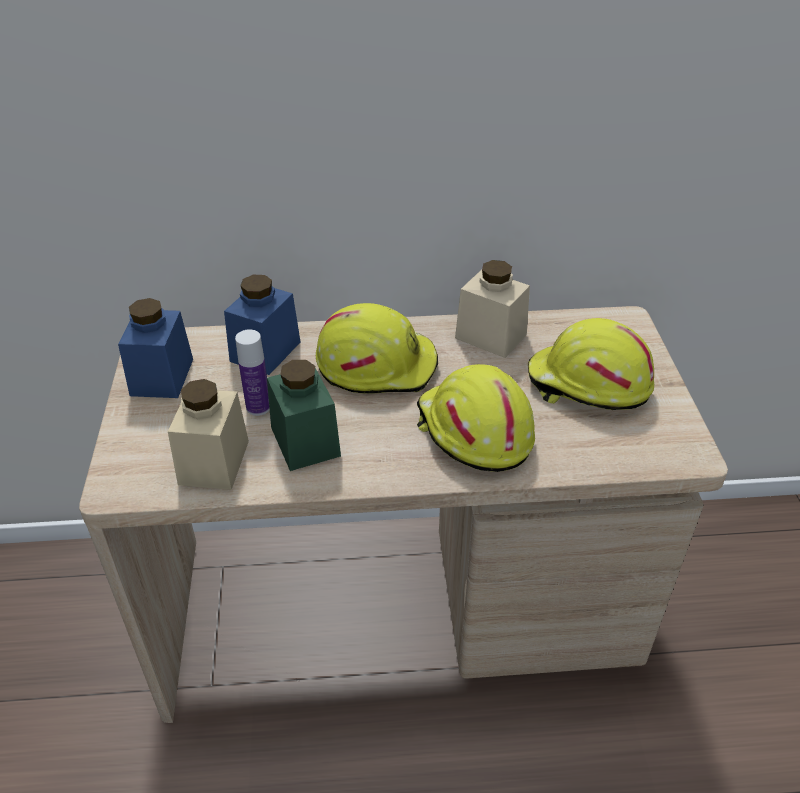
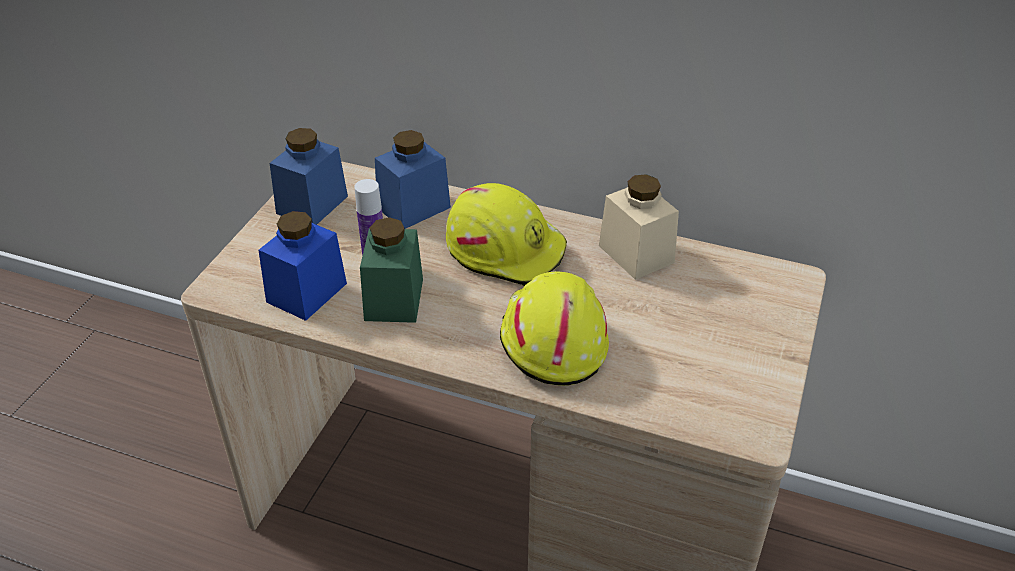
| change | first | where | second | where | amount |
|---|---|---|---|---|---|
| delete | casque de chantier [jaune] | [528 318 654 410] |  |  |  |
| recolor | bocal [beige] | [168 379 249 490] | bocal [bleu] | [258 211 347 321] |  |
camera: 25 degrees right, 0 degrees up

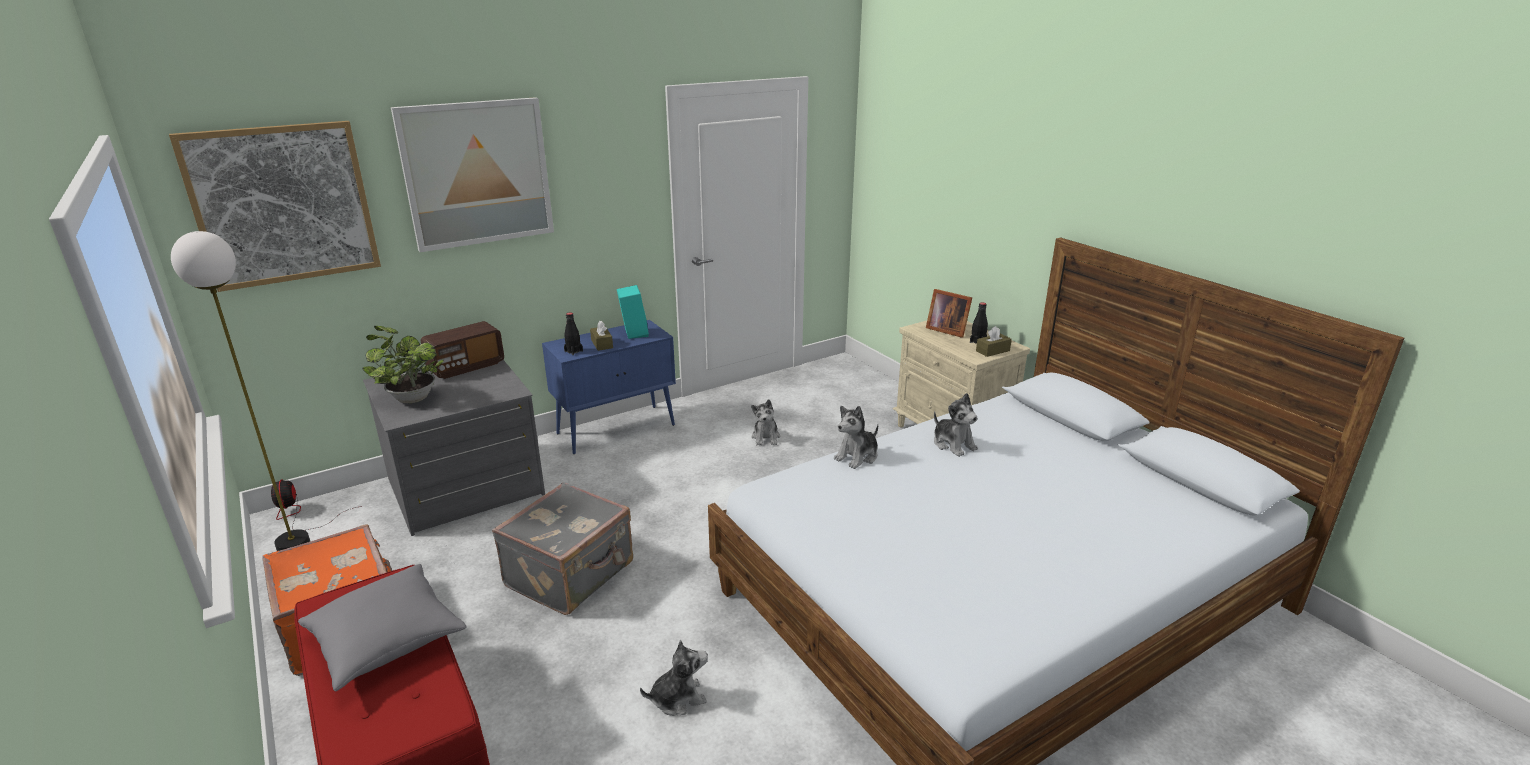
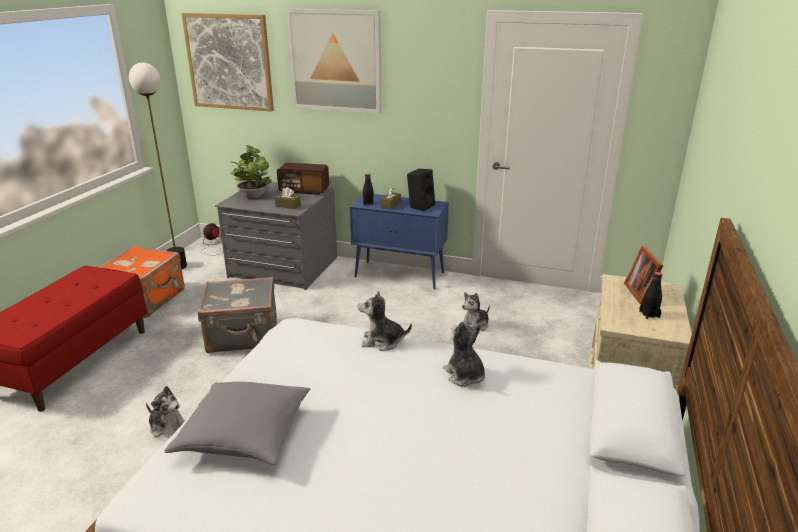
| change | first | where | second | where | amount |
|---|---|---|---|---|---|
| move | coussin [gris] | [298 564 467 692] |  | [164 382 310 465] |  |
| move | boîte à mouchoirs [marron] | [976 326 1012 357] |  | [275 187 301 209] |  |
| recolor | enceinte [turquoise] | [617 285 649 339] | enceinte [noir] | [407 169 435 211] |  |
| rotate | peluche | [934 393 978 457] |  | [443 322 485 387] | 135 degrees clockwise |
camera: 50 degrees right, 0 degrees up

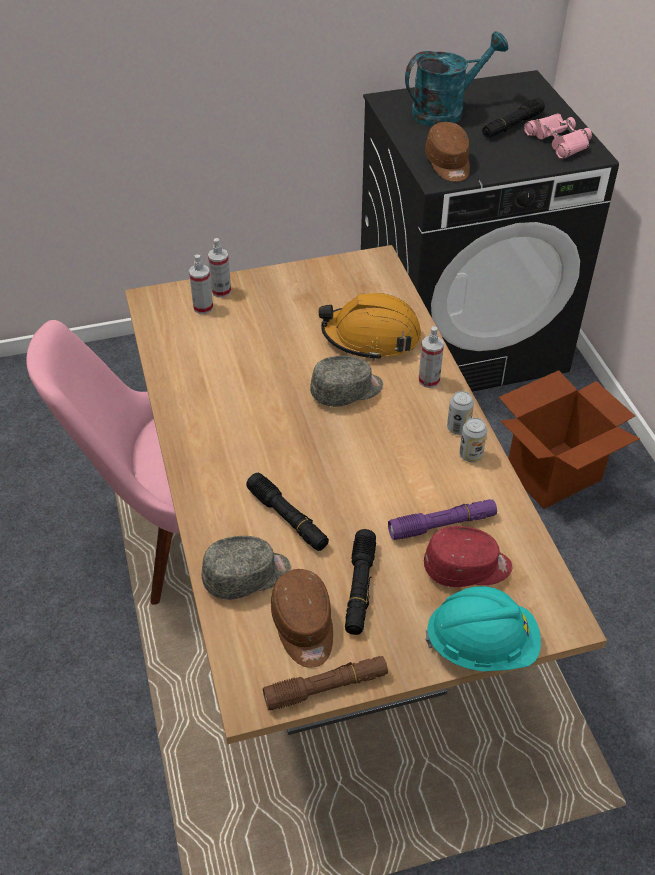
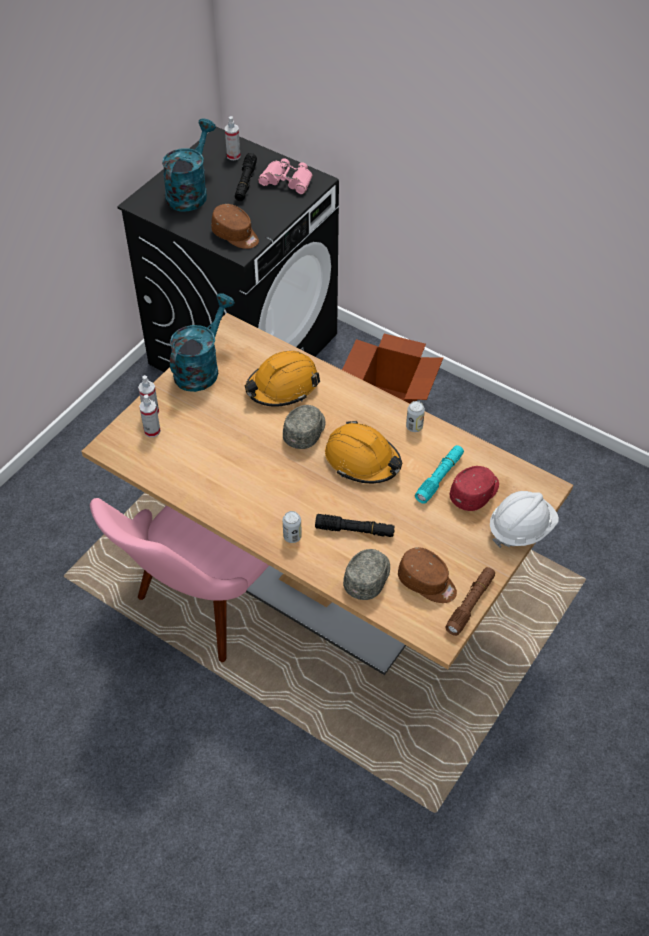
| change | first | where | second | where | amount |
|---|---|---|---|---|---|
| delete | lampe de poche [noir] | [345 529 376 635] |  |  |  |
| insert |  |  | arrosoir [turquoise] | [170 293 235 392] |  |
| insert |  |  | casque de chantier [orange] | [325 421 402 484] |  |
| move | vaporisateur | [419 326 444 388] |  | [225 116 241 160] |  |
| move | boîte métallique | [447 391 474 435] |  | [283 511 302 543] |  |
| recolor | lampe de poche [violet] | [388 499 497 540] | lampe de poche [turquoise] | [415 445 464 504] |  |
| recolor | casque de chantier [turquoise] | [425 586 541 671] | casque de chantier [blanc] | [490 491 559 548] |  |
camera: 40 degrees left, 5 degrees up

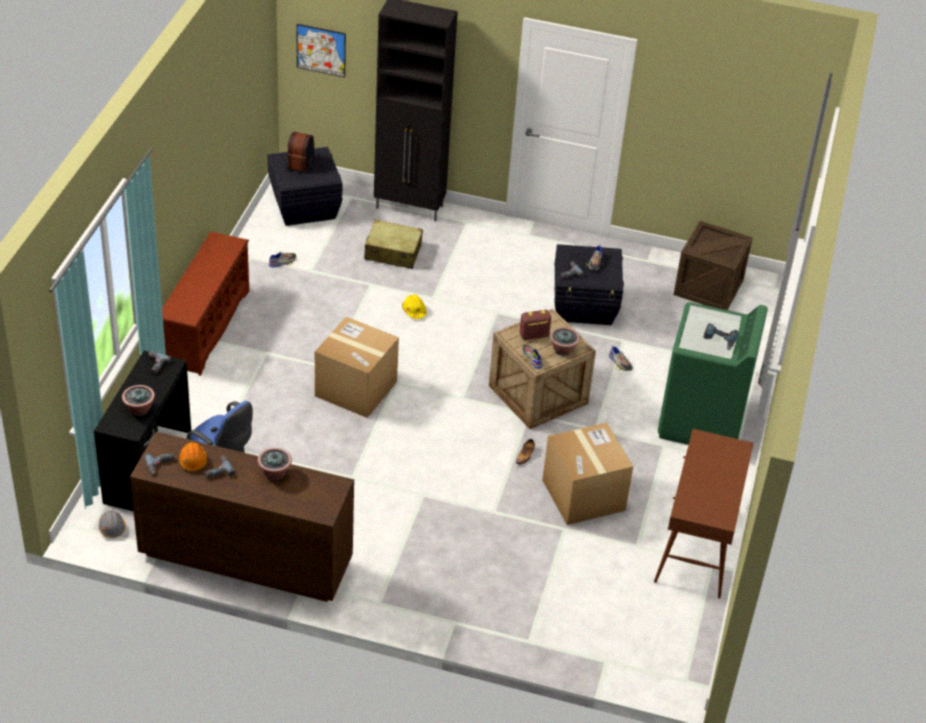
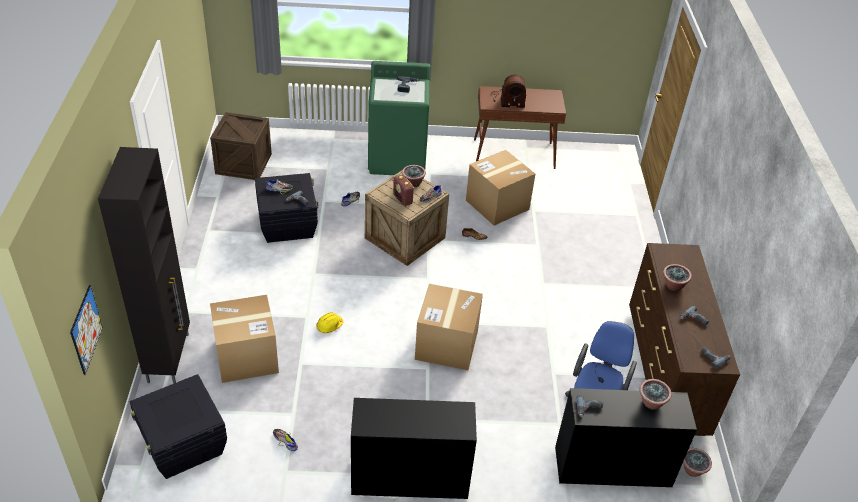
| change | first | where | second | where | amount |
|---|---|---|---|---|---|
| delete | casque de chantier [orange] | [179 442 207 471] |  |  |  |
| move | radio | [287 132 333 173] |  | [491 74 526 108] |  |
| replace | casque de chantier [gris] | [99 510 125 538] | plante en pot | [683 448 712 477] |  |
| replace | étagère à chaussures [marron] | [162 232 249 376] | bureau [noir] | [351 398 477 499] |  |
| replace | valise [beige] | [364 219 423 269] | carton | [210 295 279 383] |  |
camera: 105 degrees left, 0 degrees up

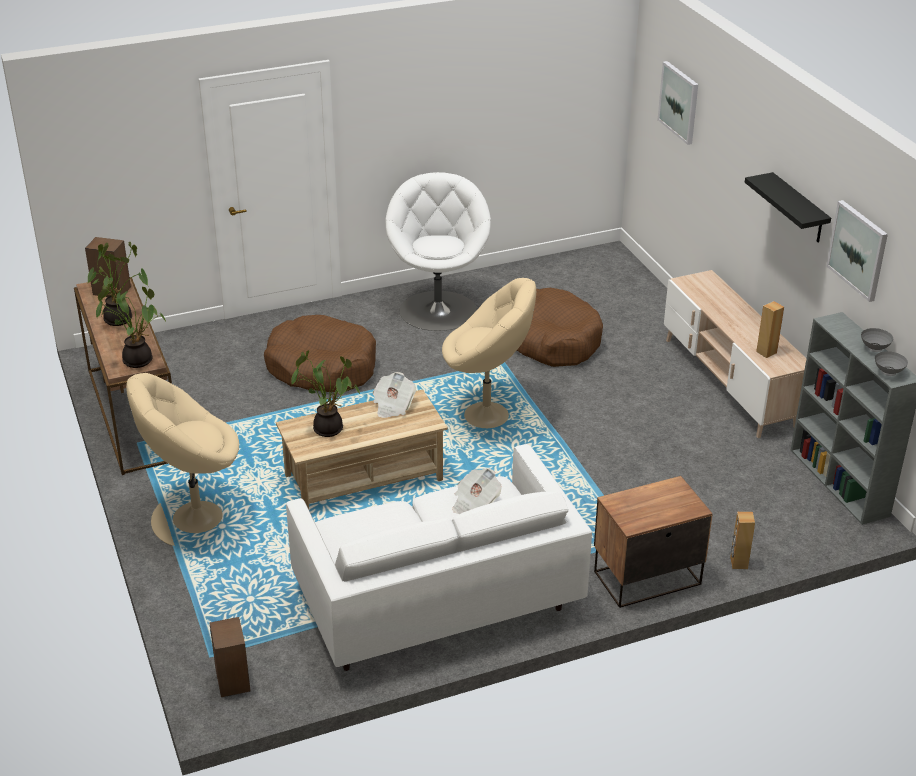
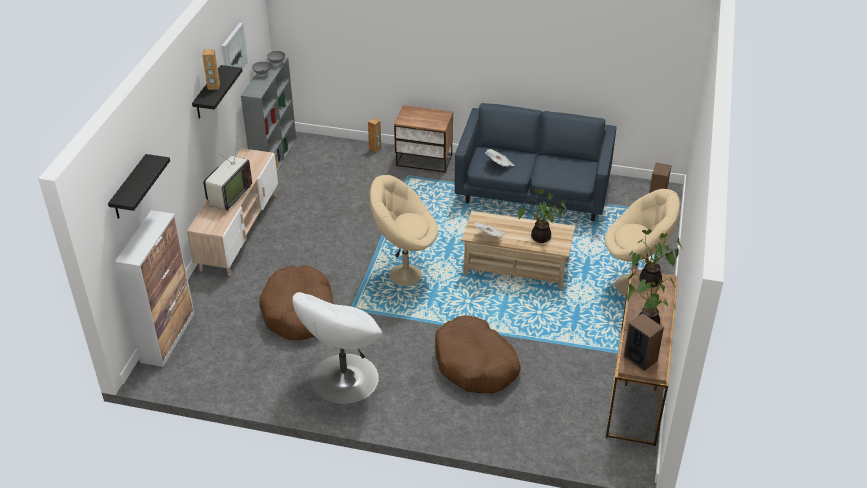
| change | first | where | second | where | amount |
|---|---|---|---|---|---|
| insert |  |  | meuble de rangement | [115 210 195 367] |  |
| insert |  |  | téléviseur | [203 139 252 211] |  |
| move | enceinte [marron] | [756 301 784 358] |  | [202 49 220 90] |  |
| replace | tableau | [658 61 698 145] | étagère [noir] | [108 154 170 219] |  |
| recolor | canapé [blanc] | [286 444 592 671] | canapé [bleu] | [454 103 616 221] |  |
| rotate | fauteuil [beige] | [442 278 536 428] |  | [370 175 438 286] | 45 degrees counterclockwise |
camera: 145 degrees left, 5 degrees up

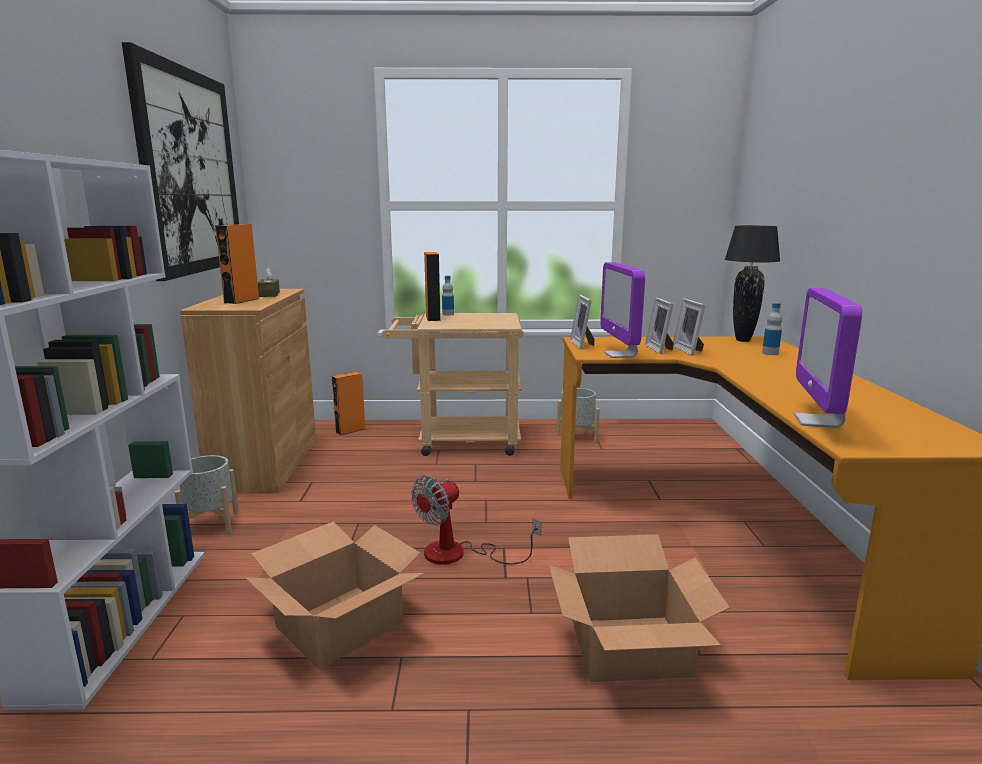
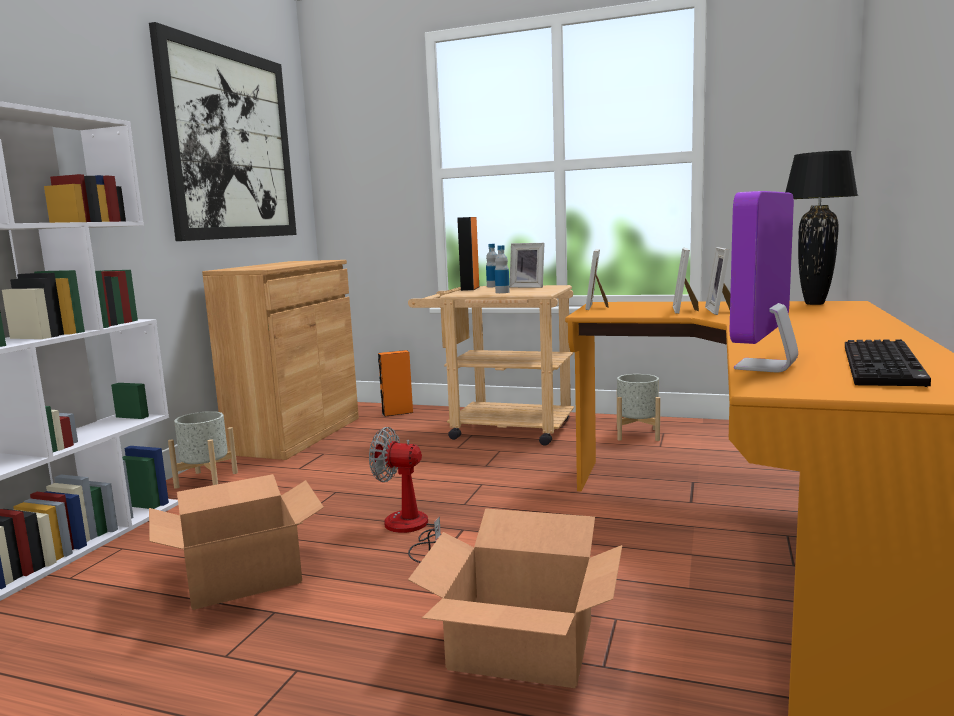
| change | first | where | second | where | amount |
|---|---|---|---|---|---|
| delete | enceinte [orange] | [215 224 259 304] |  |  |  |
| delete | boîte à mouchoirs [marron] | [258 267 280 297] |  |  |  |
| delete | écran d'ordinateur | [600 262 645 358] |  |  |  |
| insert |  |  | cadre photo | [509 243 545 288] |  |
| insert |  |  | clavier | [845 339 931 387] |  |
| move | bouteille | [762 303 782 355] |  | [495 245 510 293] |  |
| rotate | ventilateur | [411 476 541 565] |  | [369 427 441 563] | 45 degrees clockwise |
camera: 20 degrees right, 5 degrees down

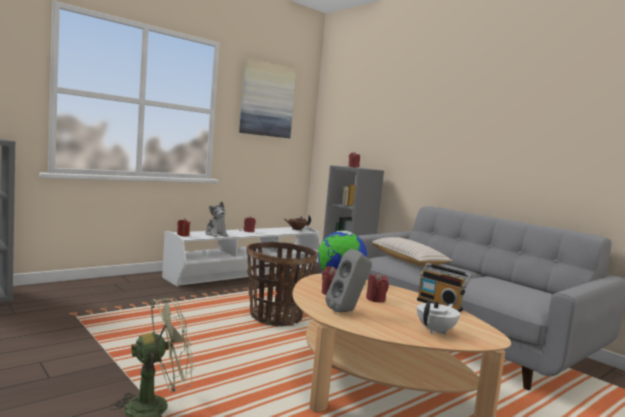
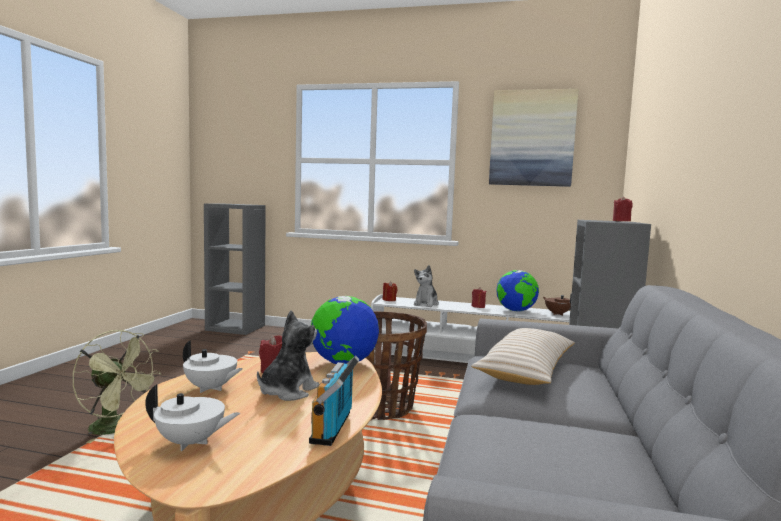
| change | first | where | second | where | amount |
|---|---|---|---|---|---|
| insert |  |  | globe | [496 270 539 312] |  |
| replace | enceinte [gris] | [325 249 372 312] | théière [blanc] | [183 340 243 393] |  |
| replace | bougie [rouge] | [366 273 389 303] | peluche | [257 311 319 401] |  |
camera: 55 degrees right, 0 degrees up

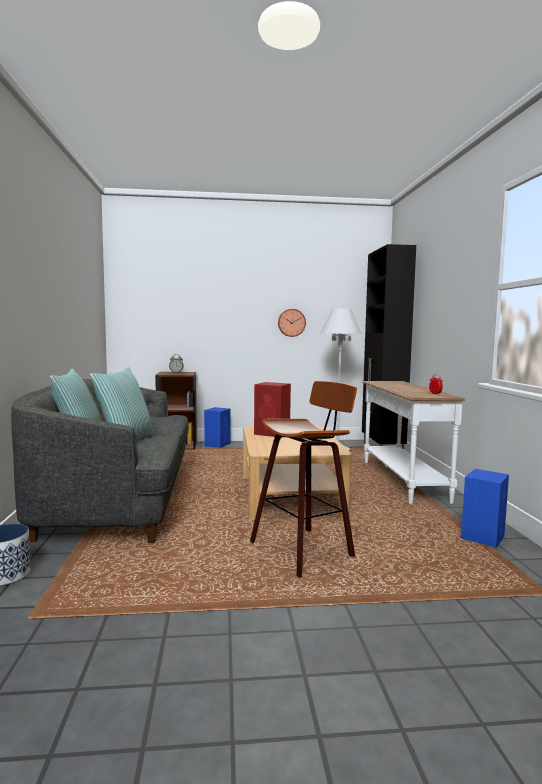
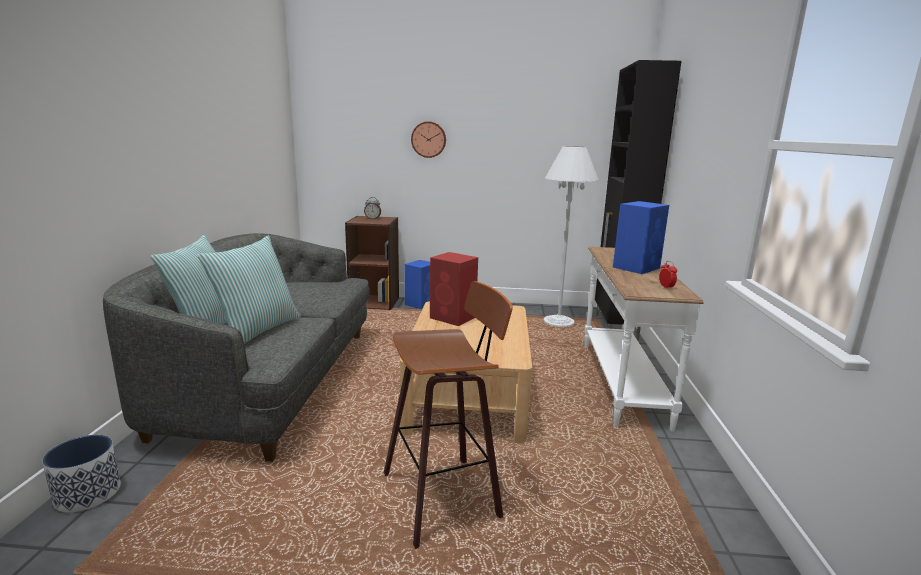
| change | first | where | second | where | amount |
|---|---|---|---|---|---|
| move | horloge murale | [278 309 306 337] |  | [411 121 446 158] |  |
| move | enceinte [bleu] | [461 469 509 549] |  | [613 201 669 274] |  |
camera: 10 degrees right, 10 degrees up

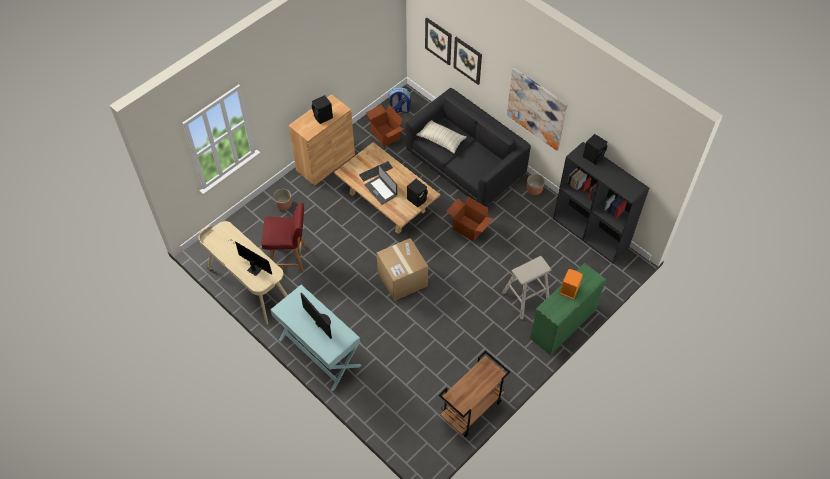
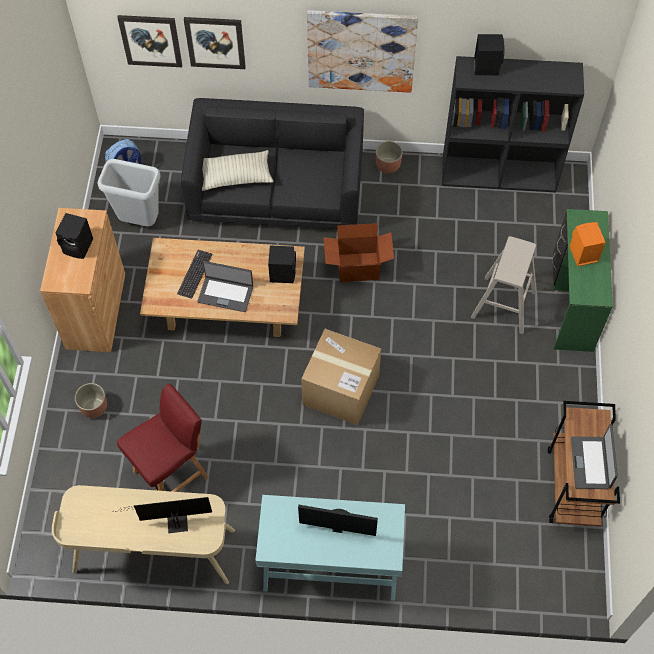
| change | first | where | second | where | amount |
|---|---|---|---|---|---|
| insert |  |  | ordinateur portable | [571 424 618 489] |  |
| replace | carton | [366 104 404 147] | poubelle [gris] | [97 159 161 227] |  |
camera: 40 degrees left, 5 degrees up

